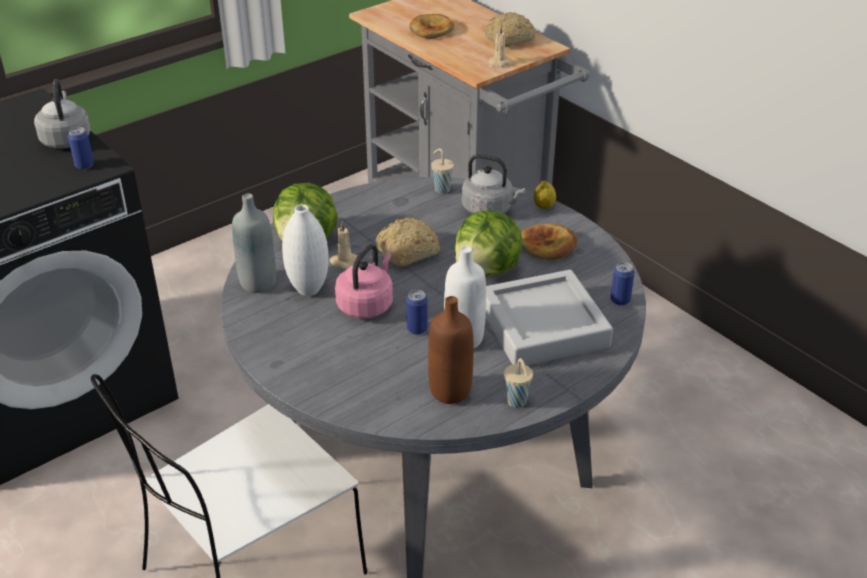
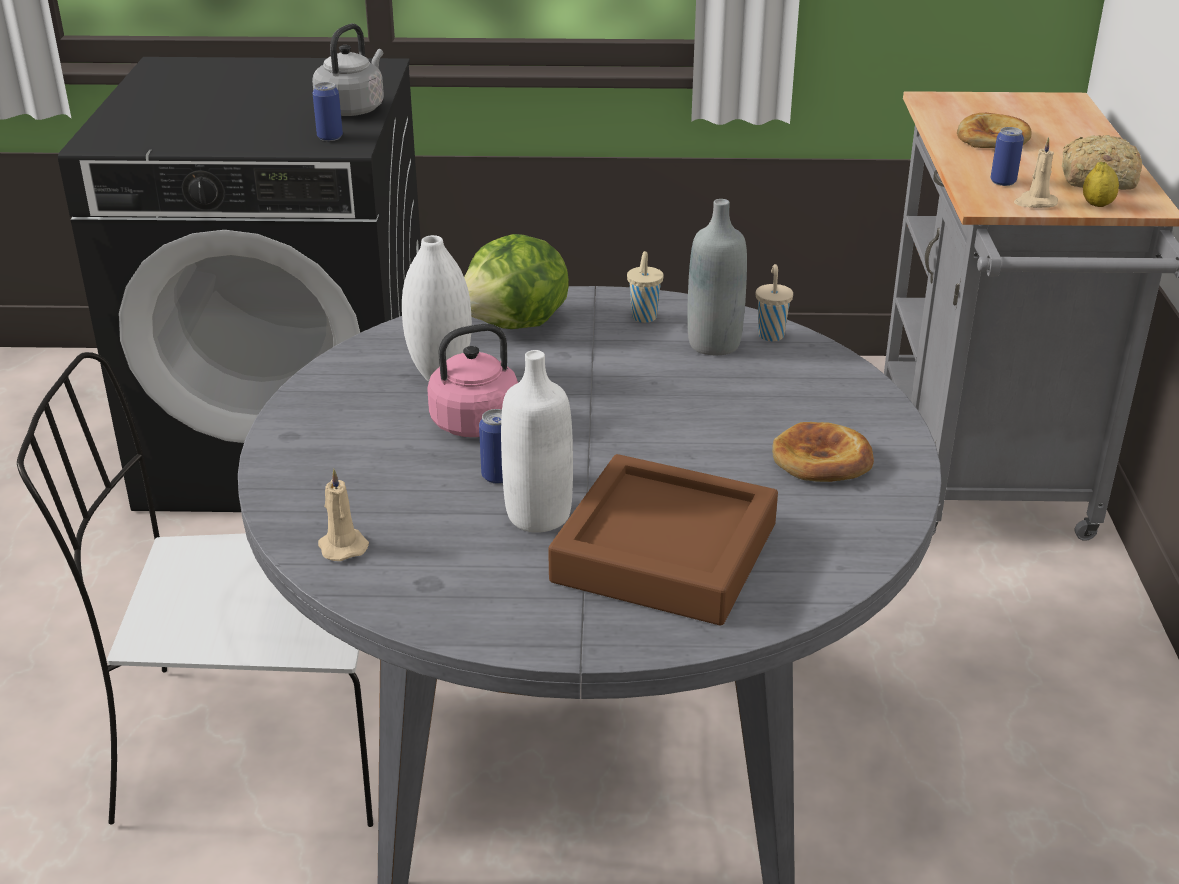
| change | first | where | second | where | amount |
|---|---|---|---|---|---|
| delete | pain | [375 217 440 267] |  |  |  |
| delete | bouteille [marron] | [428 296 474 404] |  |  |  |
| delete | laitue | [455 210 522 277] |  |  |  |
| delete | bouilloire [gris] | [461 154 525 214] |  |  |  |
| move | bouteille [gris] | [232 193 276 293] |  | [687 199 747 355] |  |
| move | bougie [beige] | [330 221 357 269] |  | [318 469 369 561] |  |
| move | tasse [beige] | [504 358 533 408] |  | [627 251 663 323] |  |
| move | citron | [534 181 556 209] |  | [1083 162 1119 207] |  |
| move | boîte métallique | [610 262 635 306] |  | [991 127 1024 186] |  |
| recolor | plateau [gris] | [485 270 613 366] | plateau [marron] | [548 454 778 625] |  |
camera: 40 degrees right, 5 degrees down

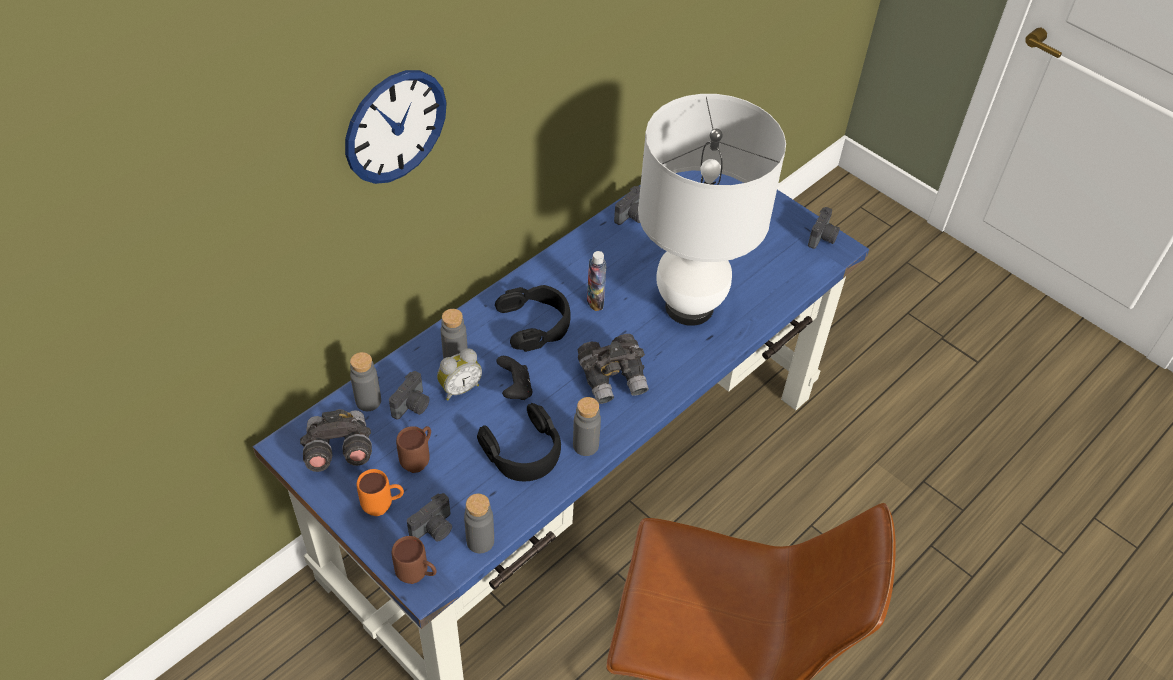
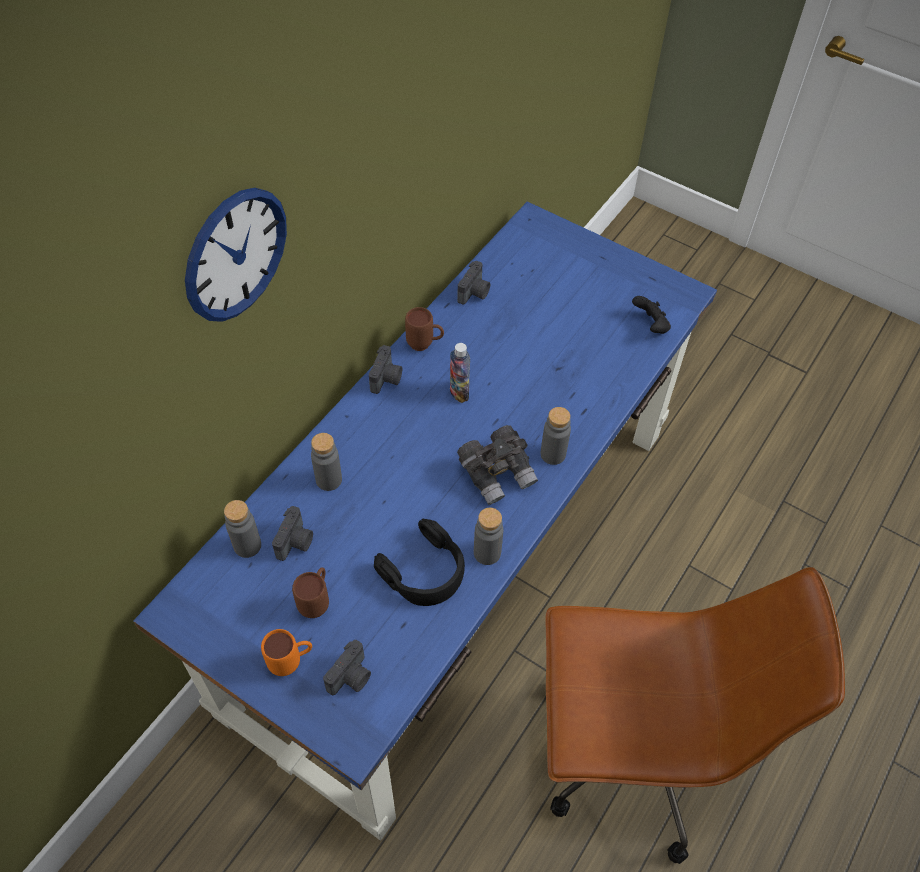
| change | first | where | second | where | amount |
|---|---|---|---|---|---|
| delete | jumelles [gris] | [300 409 372 472] |  |  |  |
| delete | réveil | [437 348 482 401] |  |  |  |
| delete | casque audio [noir] | [495 285 571 352] |  |  |  |
| delete | lampe de table [blanc] | [638 94 786 326] |  |  |  |
| move | mug [marron] | [392 536 436 584] |  | [405 307 444 351] |  |
| move | bouteille [gris] | [464 494 494 553] |  | [540 407 571 465] |  |
| move | manette [noir] | [496 356 533 400] |  | [632 296 671 334] |  |
| move | appareil photo | [808 207 840 249] |  | [369 345 402 394] |  |
camera: 10 degrees left, 5 degrees up

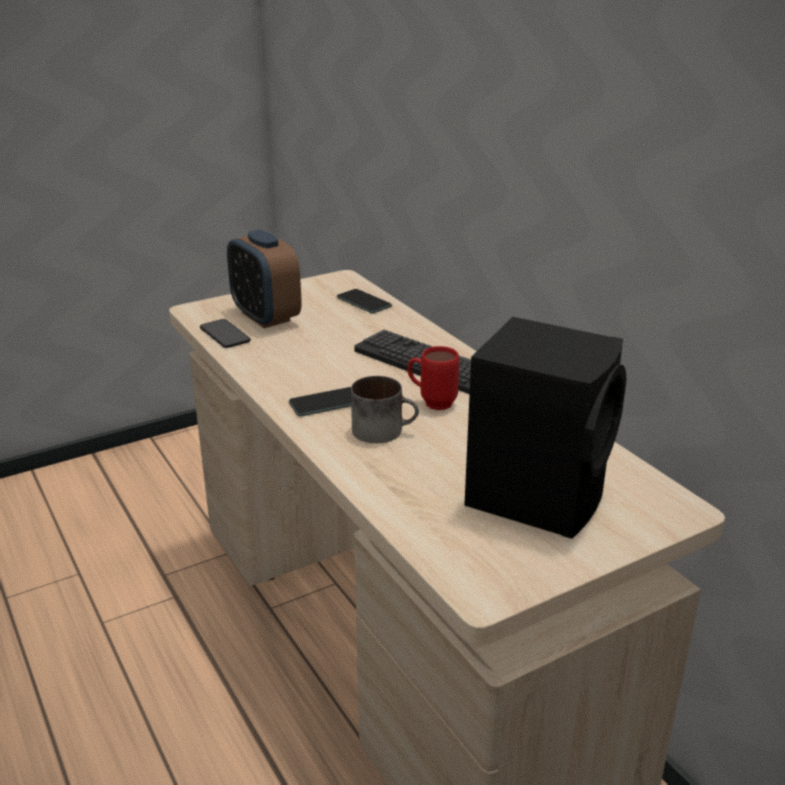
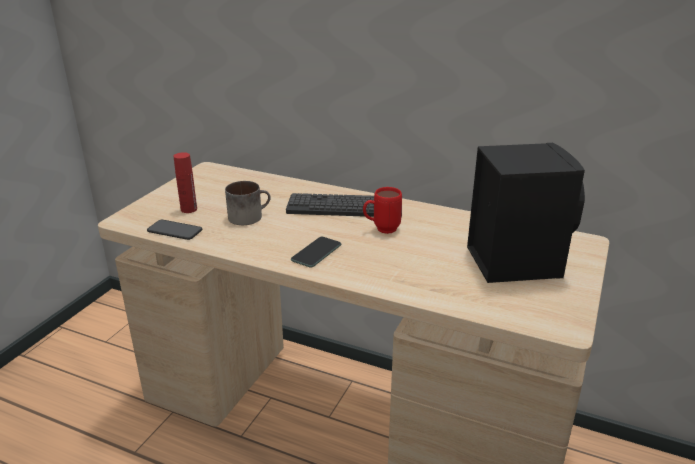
| change | first | where | second | where | amount |
|---|---|---|---|---|---|
| delete | téléphone | [337 289 392 313] |  |  |  |
| move | mug | [351 376 419 443] |  | [225 181 271 225] |  |
| replace | réveil | [227 230 301 328] | bouteille [rouge] | [174 152 197 213] |  |
camera: 35 degrees left, 0 degrees up

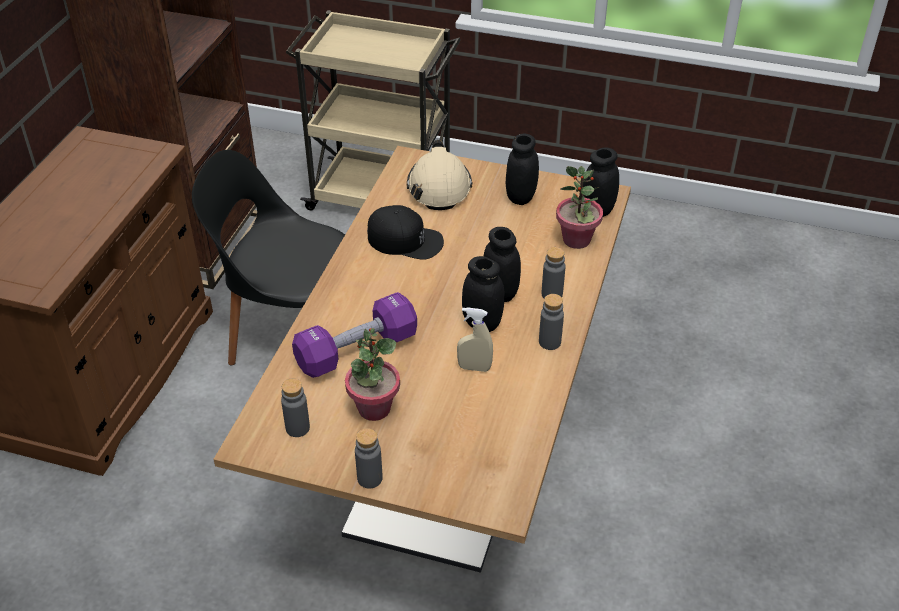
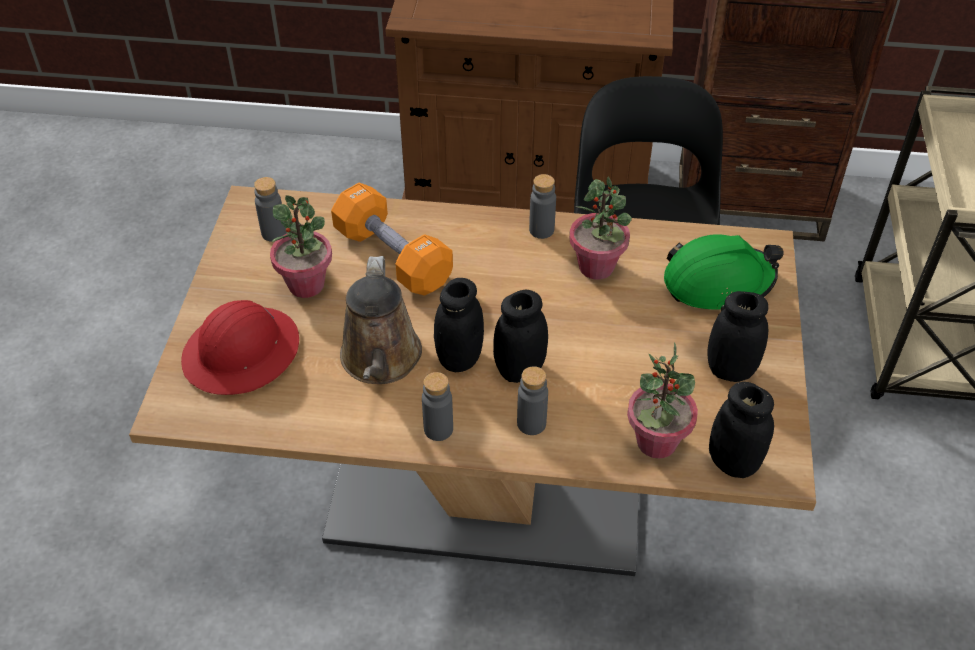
| change | first | where | second | where | amount |
|---|---|---|---|---|---|
| insert |  |  | casque de chantier [rouge] | [181 300 299 395] |  |
| move | bouteille [gris] | [355 428 383 488] |  | [529 174 556 239] |  |
| replace | casquette [noir] | [367 205 444 260] | plante en pot | [569 177 632 280] |  |
| replace | vaporisateur [beige] | [457 307 493 372] | arrosoir [marron] | [340 256 422 384] |  |
| recolor | haltère [violet] | [292 292 417 378] | haltère [orange] | [331 183 453 296] |  |
| recolor | casque de chantier [beige] | [407 140 473 210] | casque de chantier [vert] | [664 234 783 311] |  |
camera: 80 degrees right, 5 degrees up

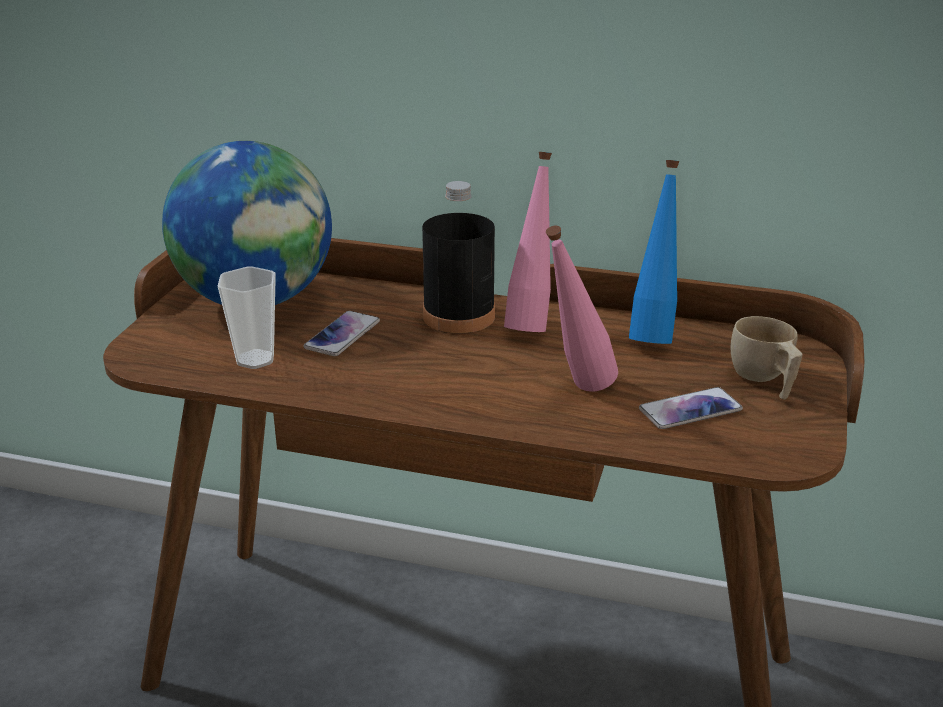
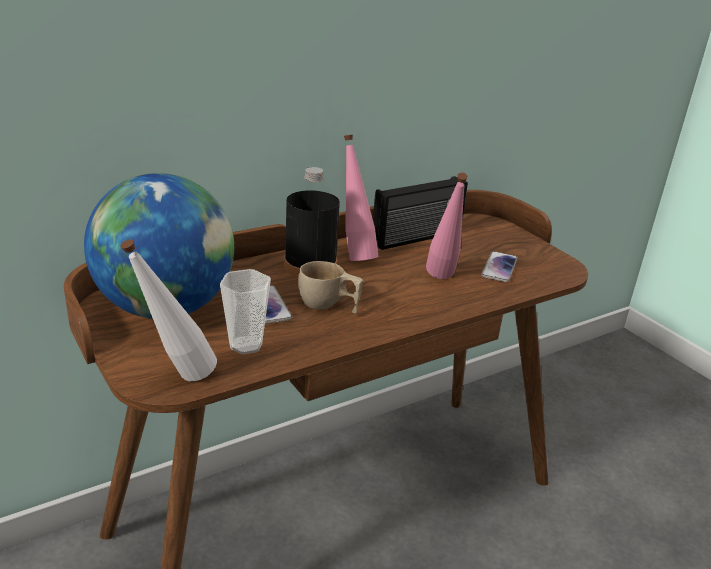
| change | first | where | second | where | amount |
|---|---|---|---|---|---|
| insert |  |  | bouteille [blanc] | [120 239 217 381] |  |
| move | tasse [beige] | [731 316 803 400] |  | [298 261 363 313] |  |
| replace | bouteille [bleu] | [629 160 680 344] | radio | [373 176 468 250] |  |
camera: 50 degrees left, 0 degrees up

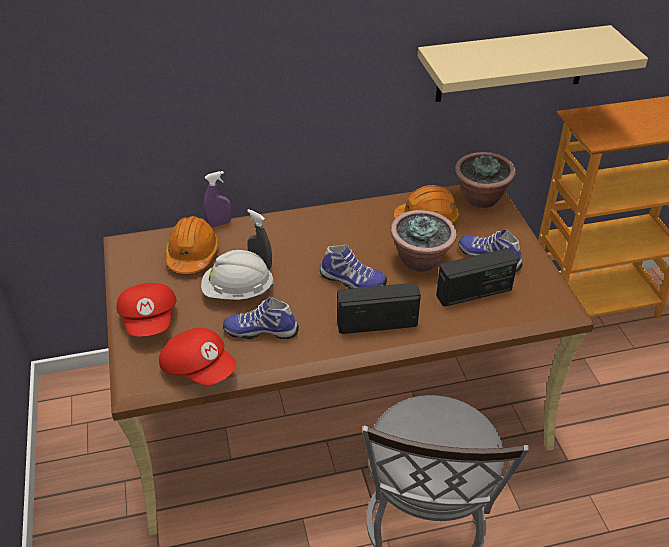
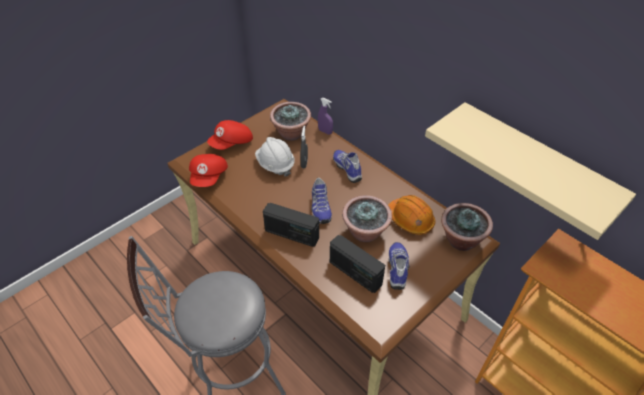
| change | first | where | second | where | amount |
|---|---|---|---|---|---|
| move | chaussure | [223 297 299 339] |  | [333 150 362 183] |  |
| replace | casque de chantier [orange] | [165 216 219 274] | plante en pot | [270 102 311 141] |  |
| rotate | radio | [337 283 421 334] |  | [263 203 319 247] | 150 degrees clockwise |
camera: 60 degrees right, 5 degrees up

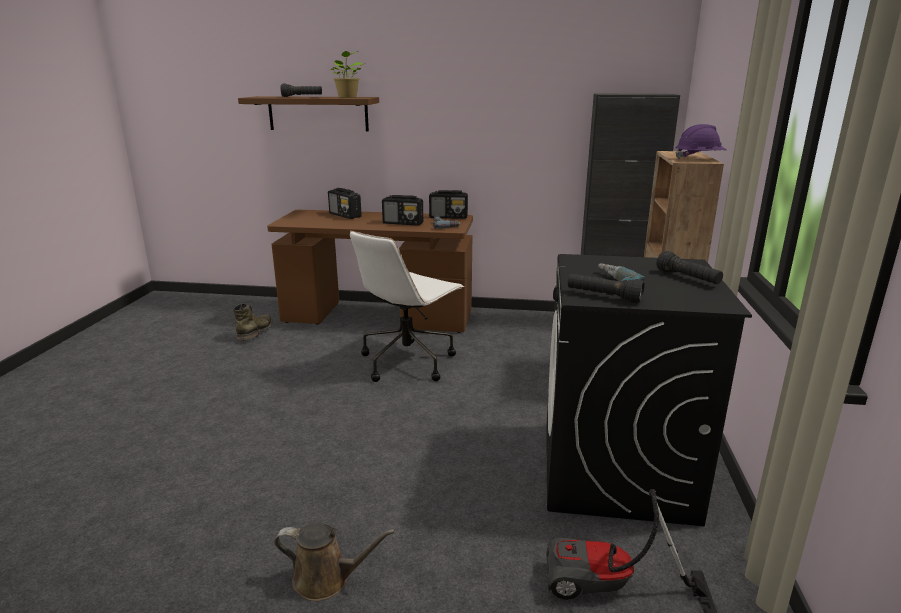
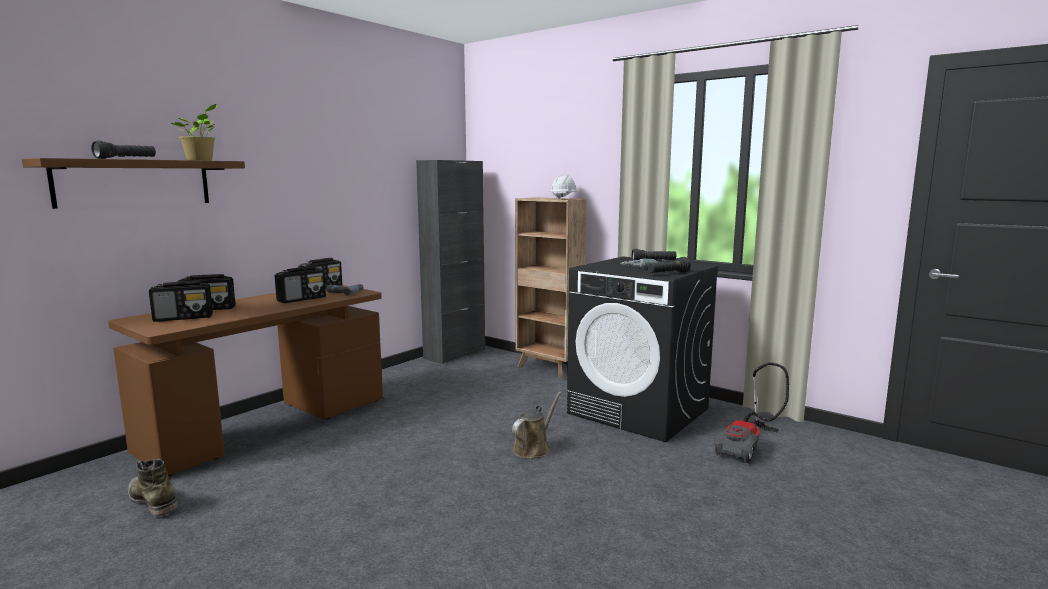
| change | first | where | second | where | amount |
|---|---|---|---|---|---|
| delete | chaise de bureau [blanc] | [350 231 464 382] |  |  |  |
| insert |  |  | radio | [149 281 213 322] |  |
| move | arrosoir [marron] | [274 523 395 601] |  | [512 391 562 459] |  |
| recolor | casque de chantier [violet] | [675 124 727 160] | casque de chantier [blanc] | [550 175 577 199] |  |
camera: 60 degrees left, 10 degrees down

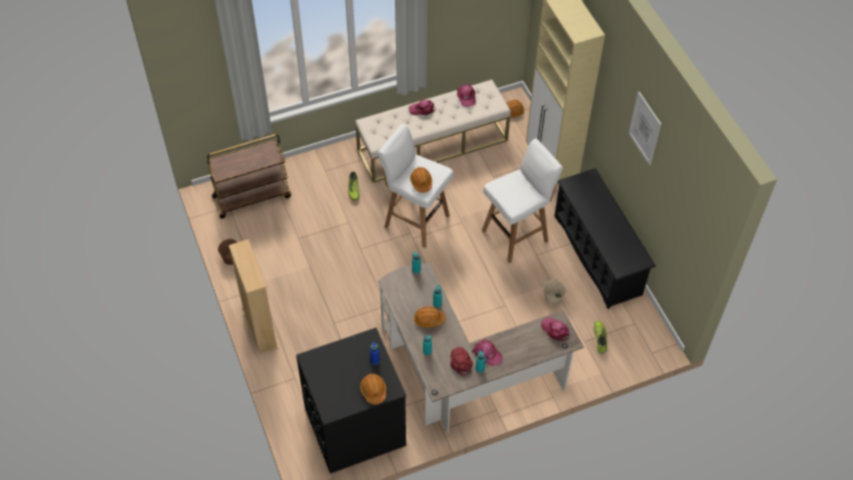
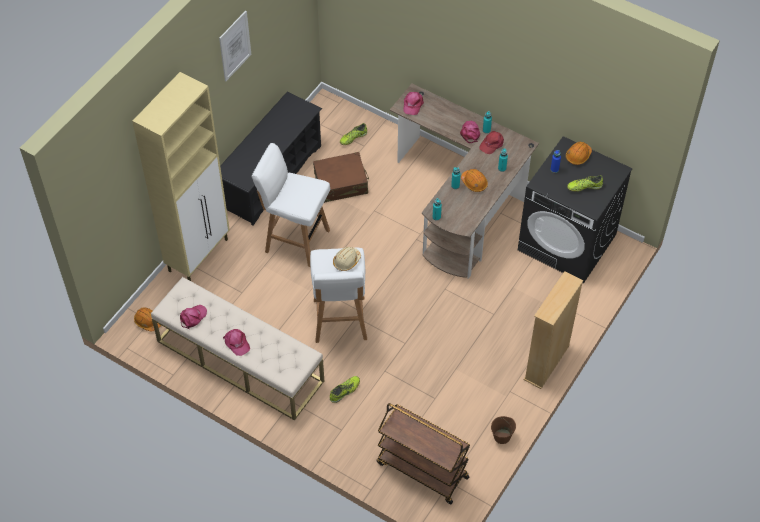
| change | first | where | second | where | amount |
|---|---|---|---|---|---|
| insert |  |  | chaussure | [567 175 603 192] |  |
| replace | seau [beige] | [543 279 567 306] | valise [marron] | [313 152 369 203] |  |
| recolor | casque de chantier [orange] | [410 167 432 193] | casque de chantier [beige] | [333 247 361 271] |  |
camera: 125 degrees left, 0 degrees up

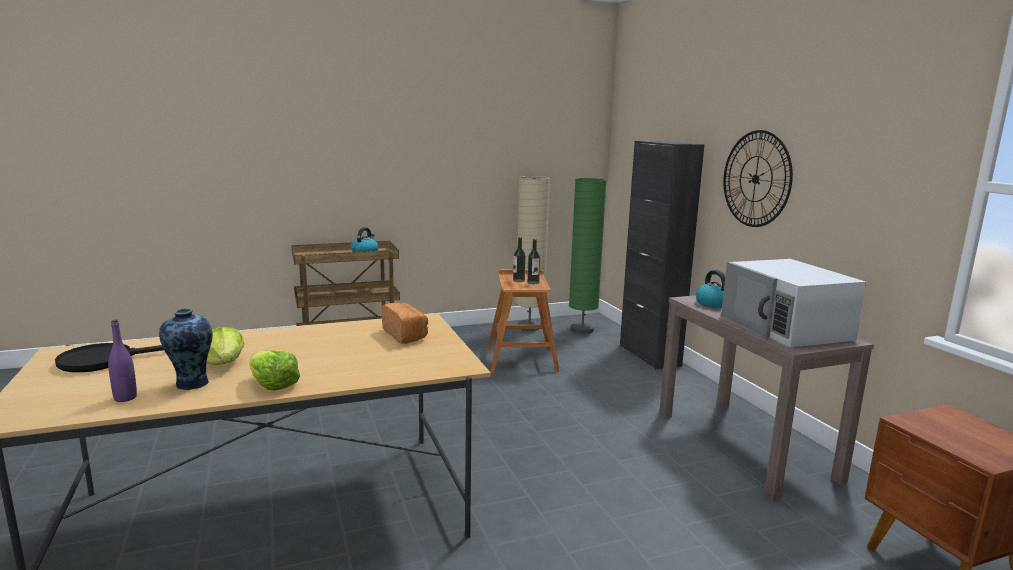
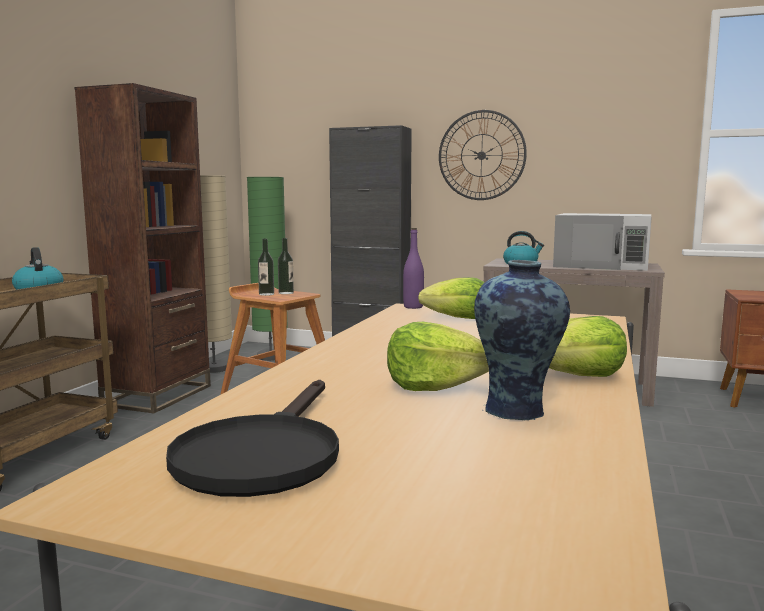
| change | first | where | second | where | amount |
|---|---|---|---|---|---|
| insert |  |  | bibliothèque [marron] | [74 83 211 413] |  |
| move | bouteille [violet] | [108 320 137 402] |  | [403 228 424 309] |  |
| replace | pain | [382 303 428 344] | laitue | [418 277 484 319] |  |
camera: 50 degrees left, 5 degrees down

